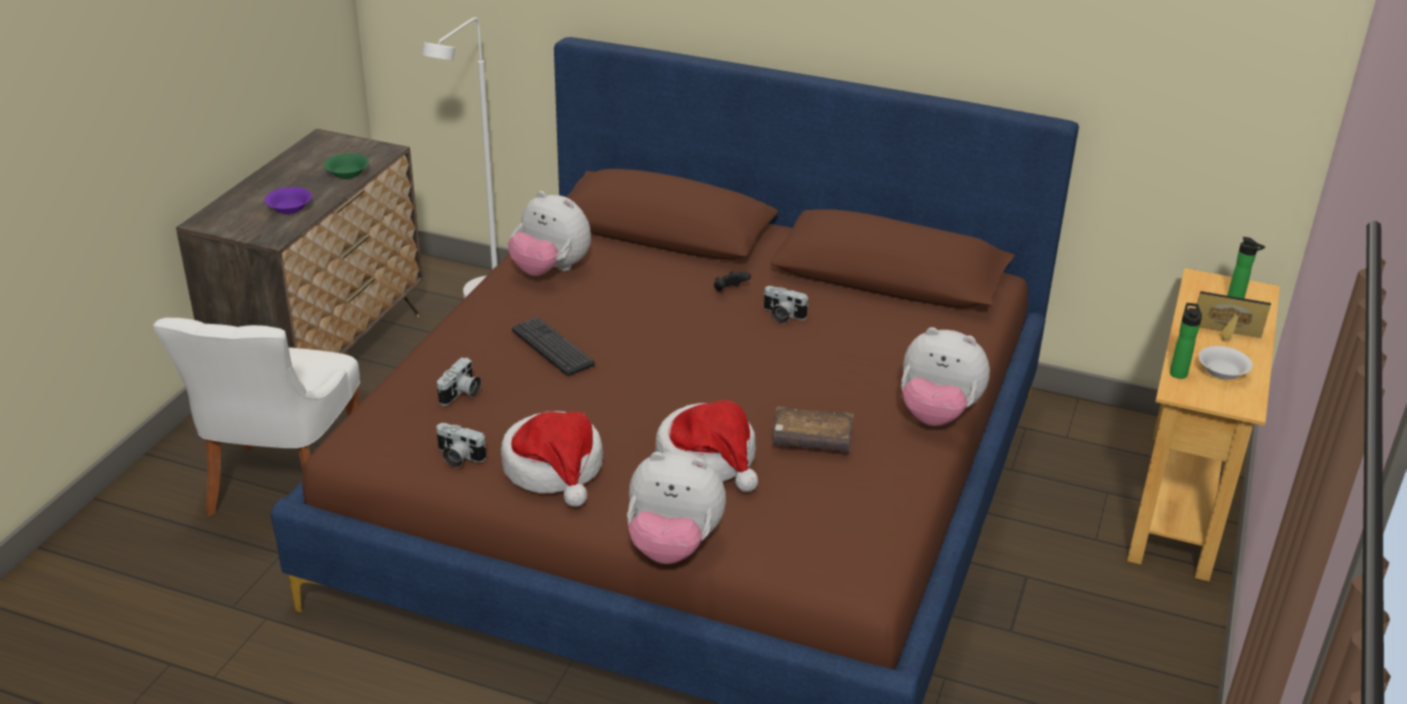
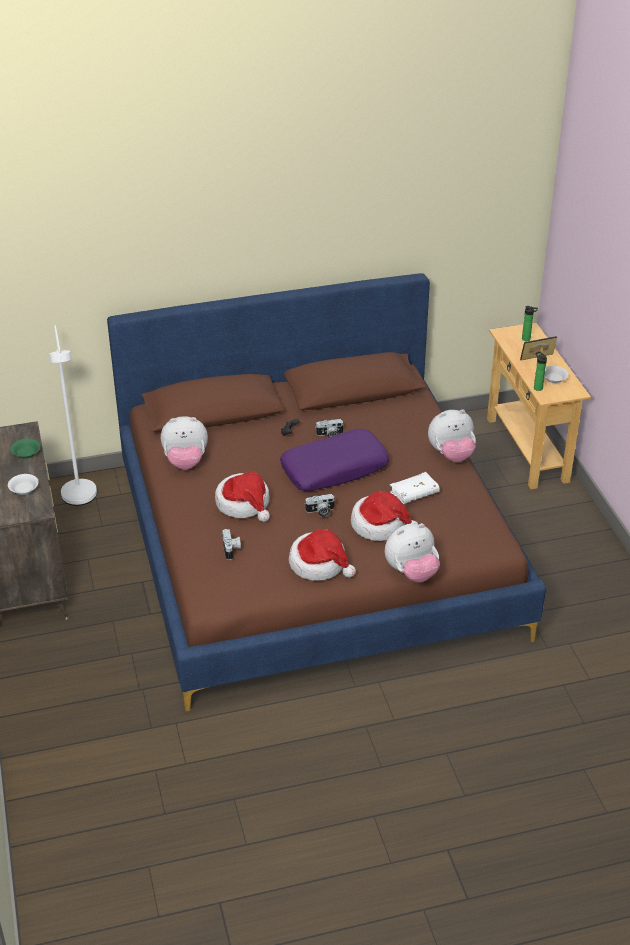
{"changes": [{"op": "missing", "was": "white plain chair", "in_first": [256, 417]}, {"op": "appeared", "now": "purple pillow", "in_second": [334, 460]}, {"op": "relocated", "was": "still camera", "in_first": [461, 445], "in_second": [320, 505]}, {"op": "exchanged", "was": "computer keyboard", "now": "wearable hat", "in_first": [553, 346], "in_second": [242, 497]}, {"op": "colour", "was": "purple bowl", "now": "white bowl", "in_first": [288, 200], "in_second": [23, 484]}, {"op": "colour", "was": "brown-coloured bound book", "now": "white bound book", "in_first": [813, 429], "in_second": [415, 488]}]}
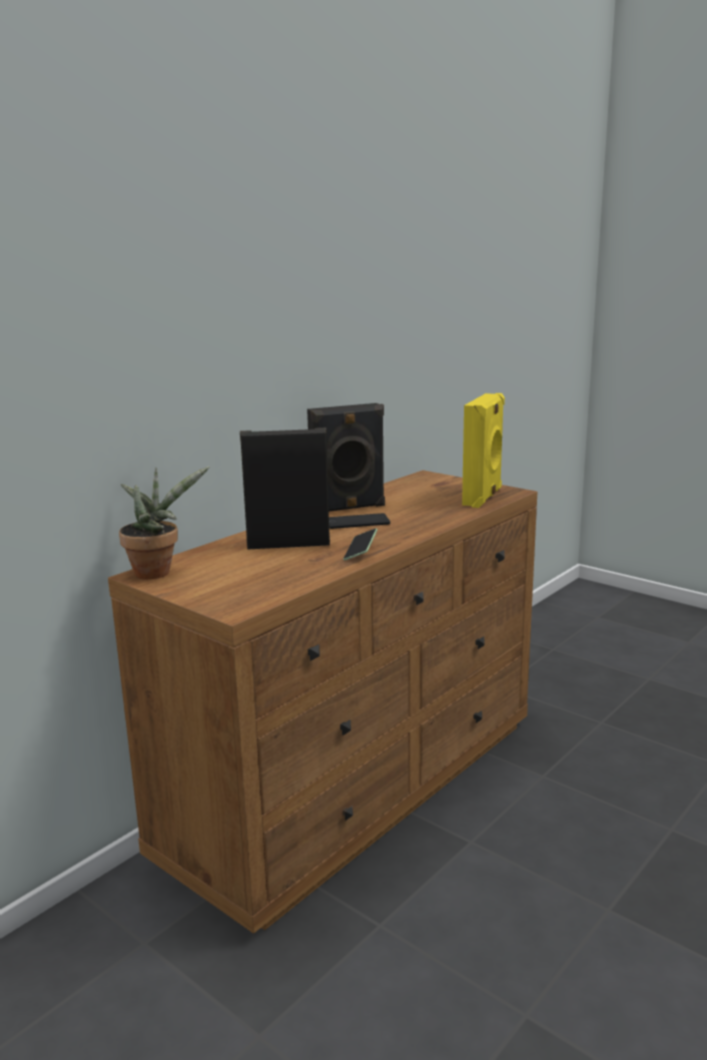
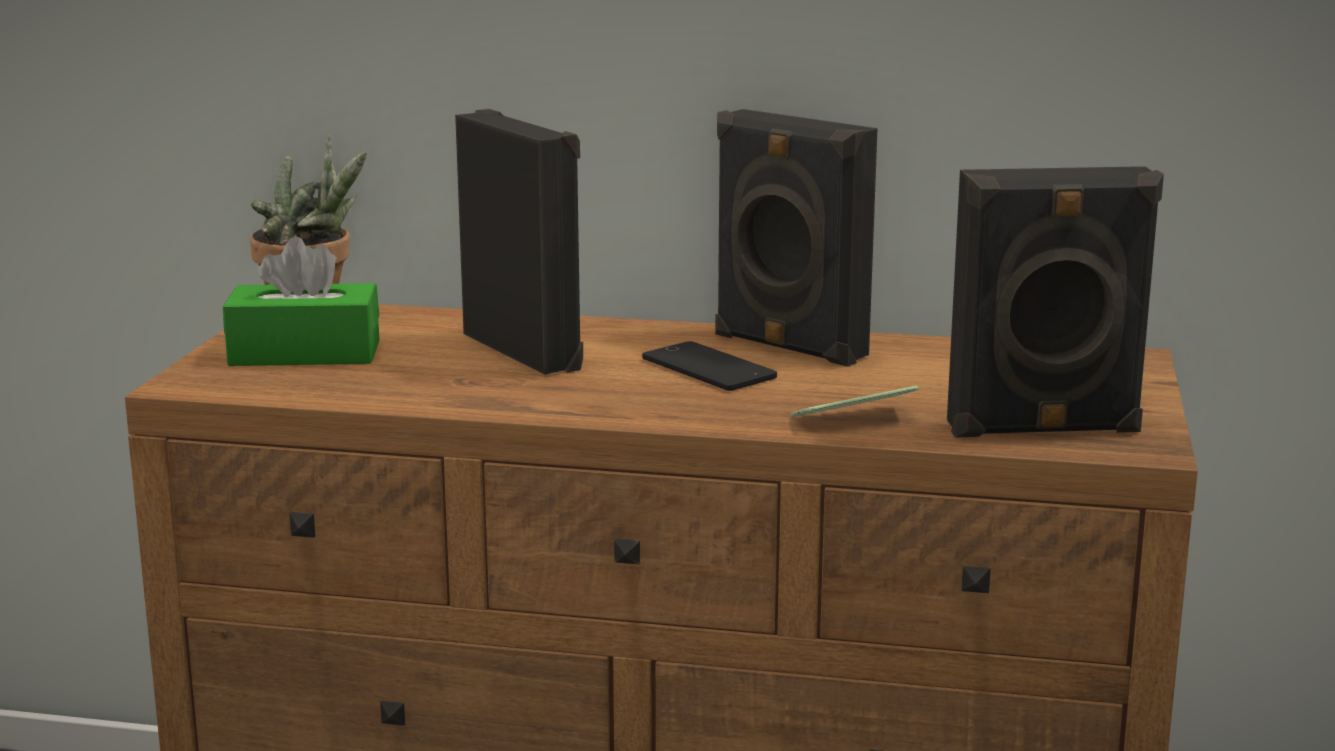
{"changes": [{"op": "appeared", "now": "greenish tissue holder", "in_second": [301, 301]}, {"op": "relocated", "was": "handset", "in_first": [360, 544], "in_second": [855, 401]}, {"op": "colour", "was": "yellow-coloured audio speaker", "now": "black audio speaker", "in_first": [483, 450], "in_second": [1055, 302]}]}
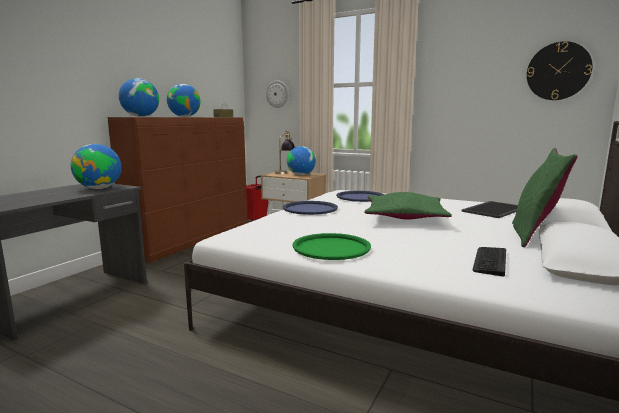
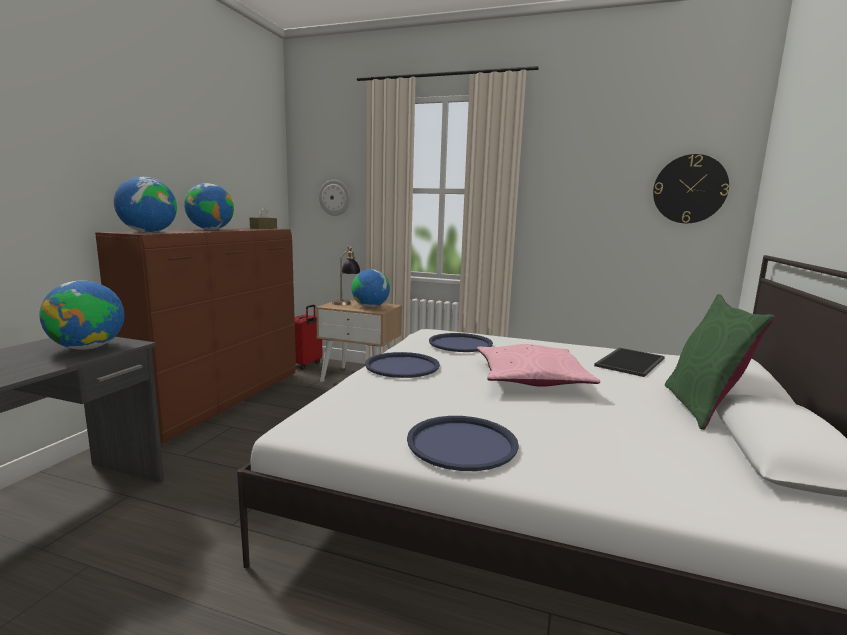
{"changes": [{"op": "missing", "was": "computer keyboard", "in_first": [489, 262]}, {"op": "colour", "was": "greenish carrying tray", "now": "bluish carrying tray", "in_first": [332, 246], "in_second": [463, 443]}, {"op": "colour", "was": "greenish pillow", "now": "pinkish pillow", "in_first": [408, 206], "in_second": [538, 365]}]}
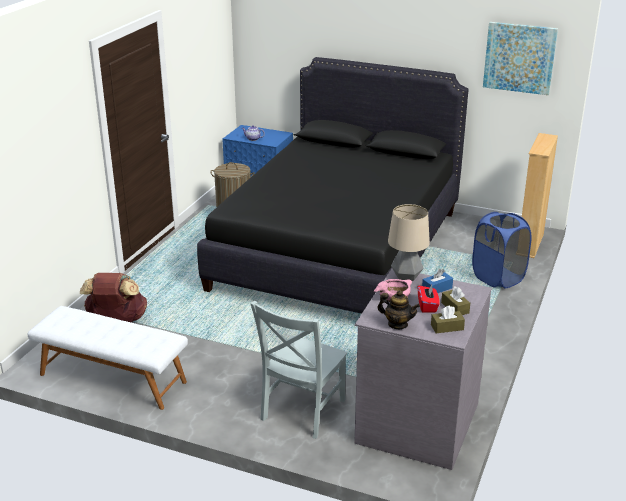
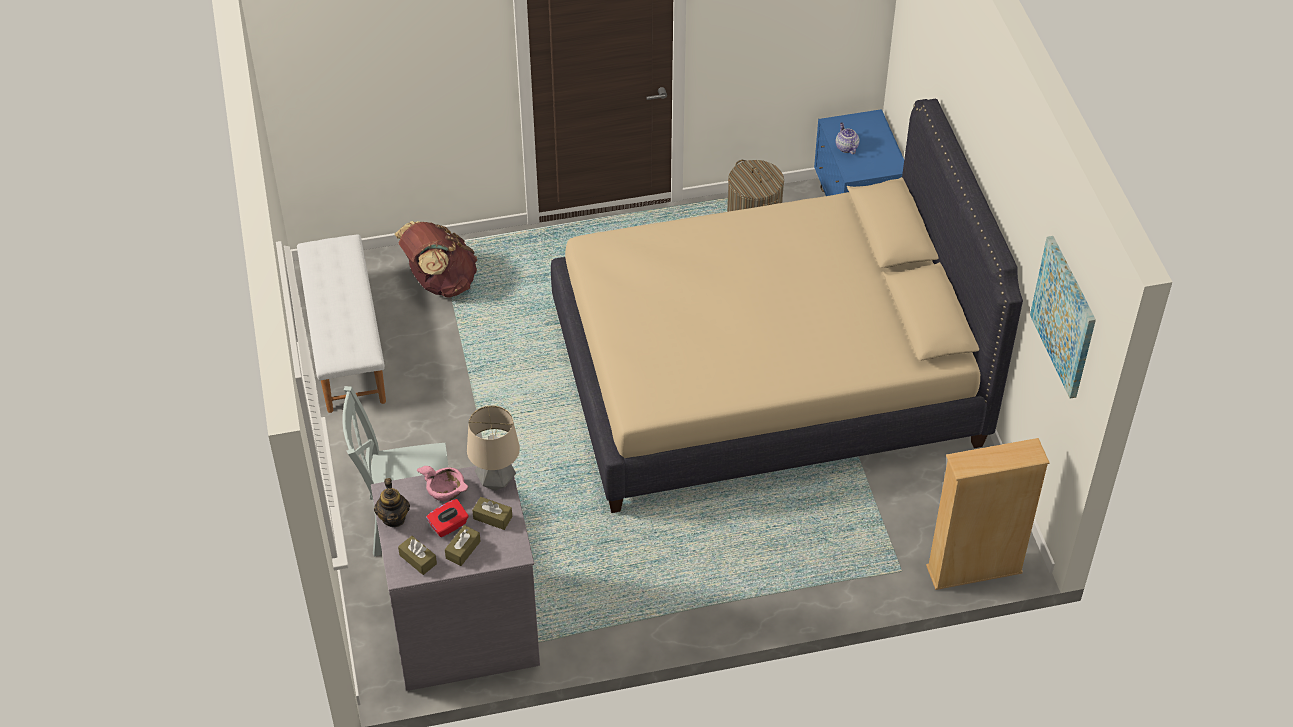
{"changes": [{"op": "missing", "was": "bluish laundry basket", "in_first": [502, 250]}, {"op": "colour", "was": "black sleeping bed", "now": "beige-coloured sleeping bed", "in_first": [333, 185], "in_second": [787, 306]}, {"op": "colour", "was": "bluish tissue holder", "now": "brown-coloured tissue holder", "in_first": [437, 281], "in_second": [492, 513]}]}
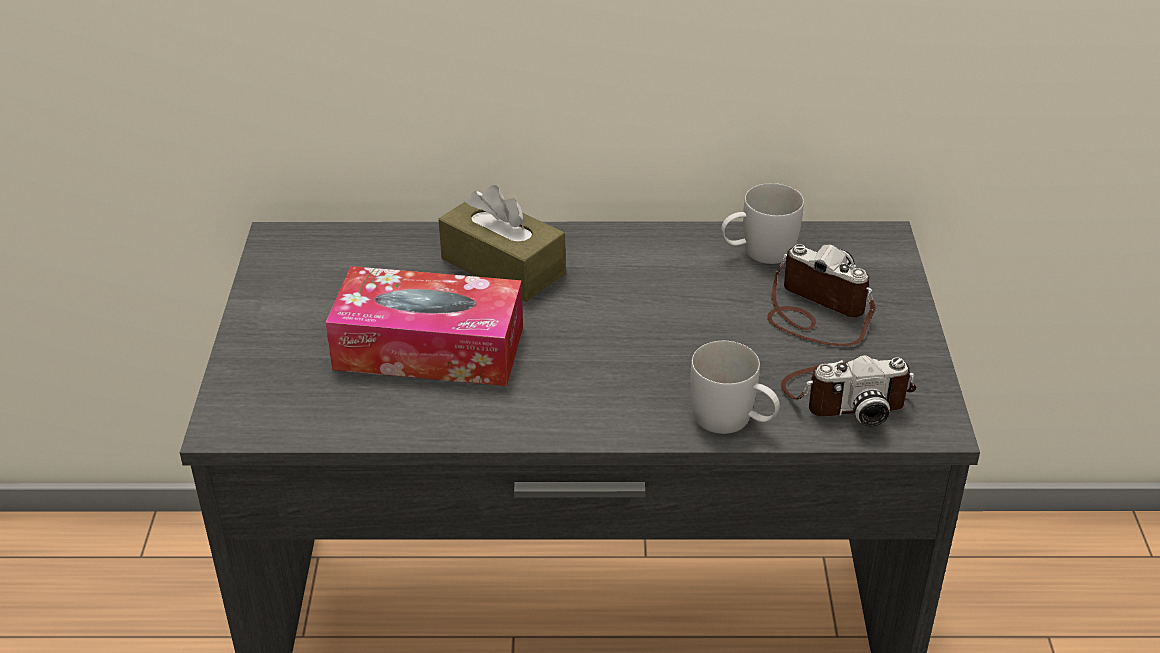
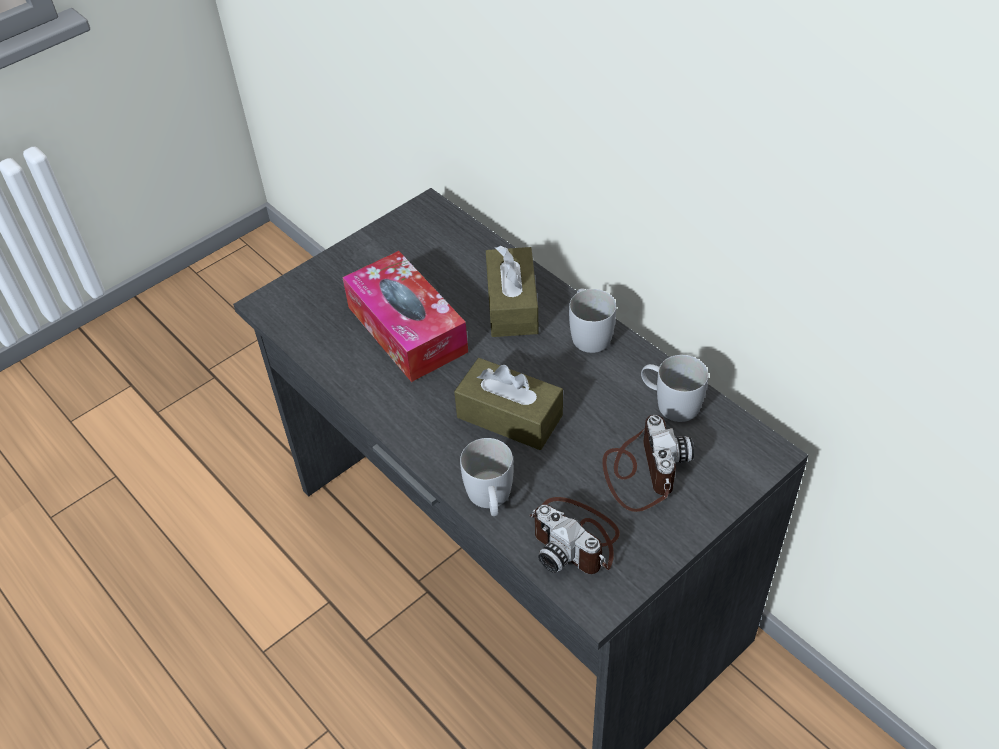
{"changes": [{"op": "appeared", "now": "brown-coloured tissue holder", "in_second": [508, 404]}, {"op": "appeared", "now": "white mug", "in_second": [592, 320]}]}
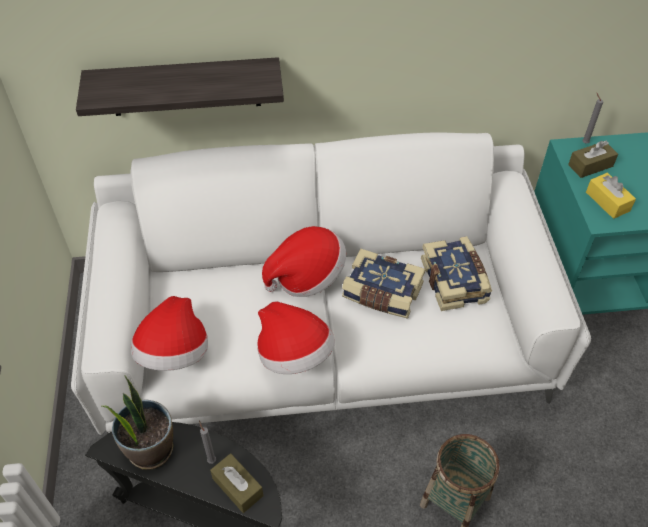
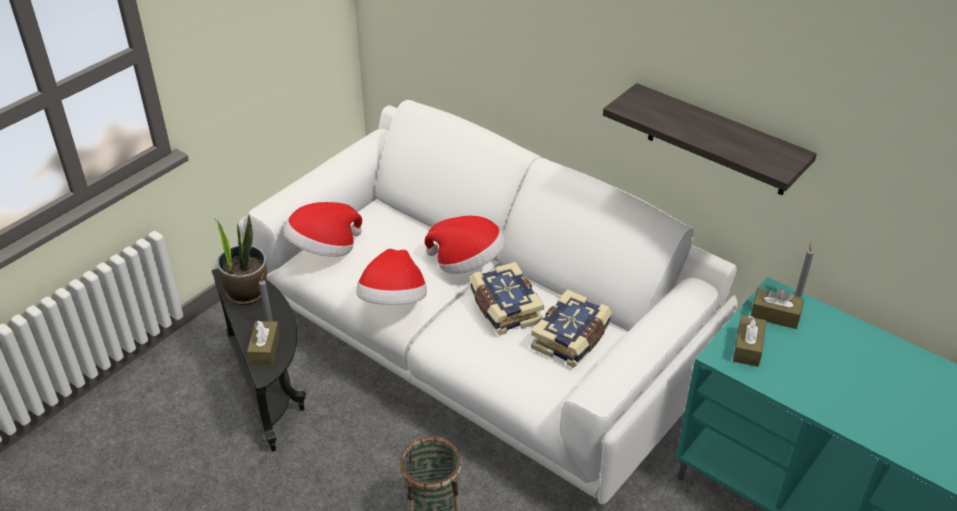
{"changes": [{"op": "relocated", "was": "wall shelf", "in_first": [180, 86], "in_second": [710, 139]}, {"op": "colour", "was": "yellow-coloured tissue holder", "now": "brown-coloured tissue holder", "in_first": [611, 196], "in_second": [750, 341]}]}
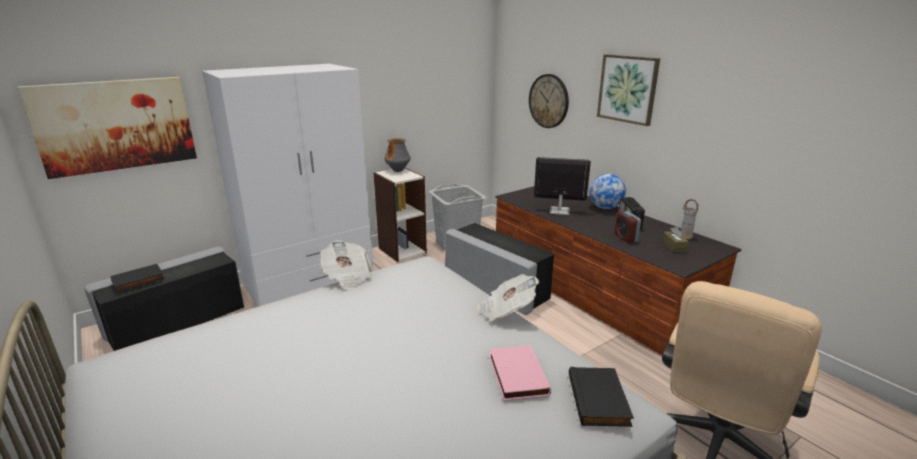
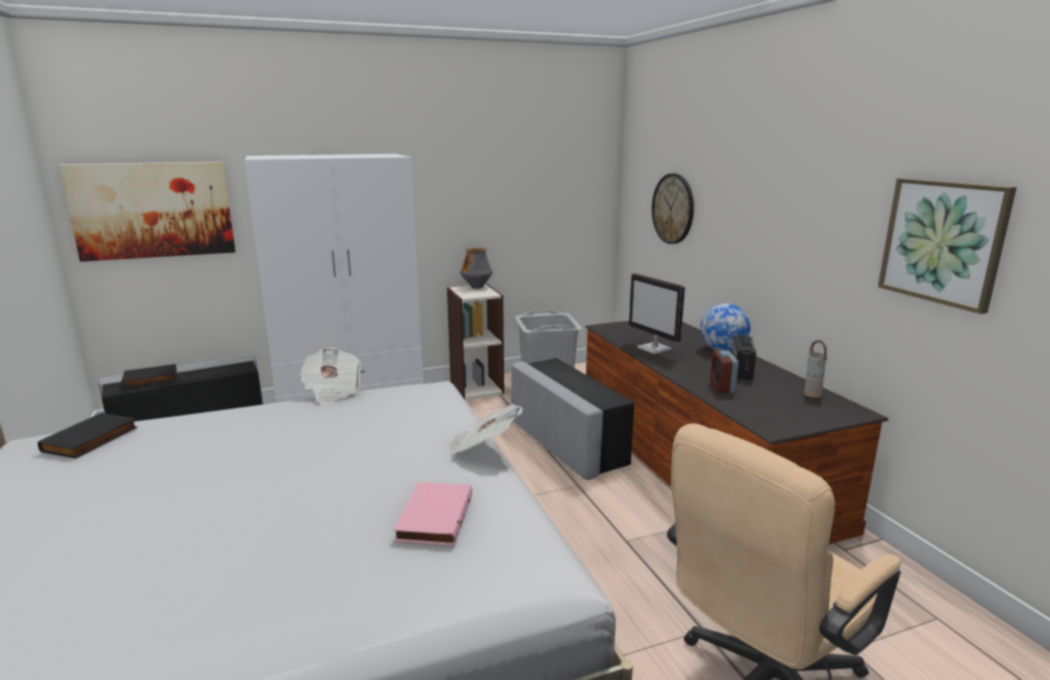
{"changes": [{"op": "missing", "was": "brown-coloured tissue holder", "in_first": [675, 239]}, {"op": "relocated", "was": "black bound book", "in_first": [601, 397], "in_second": [88, 436]}, {"op": "relocated", "was": "wall picture", "in_first": [628, 90], "in_second": [947, 246]}, {"op": "spun", "was": "computer screen", "in_first": [562, 186], "in_second": [657, 313], "clockwise": -150}]}
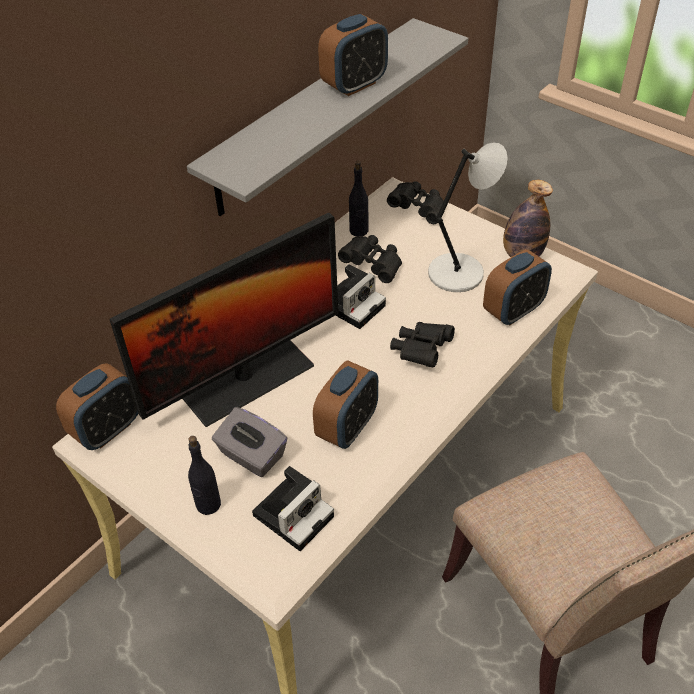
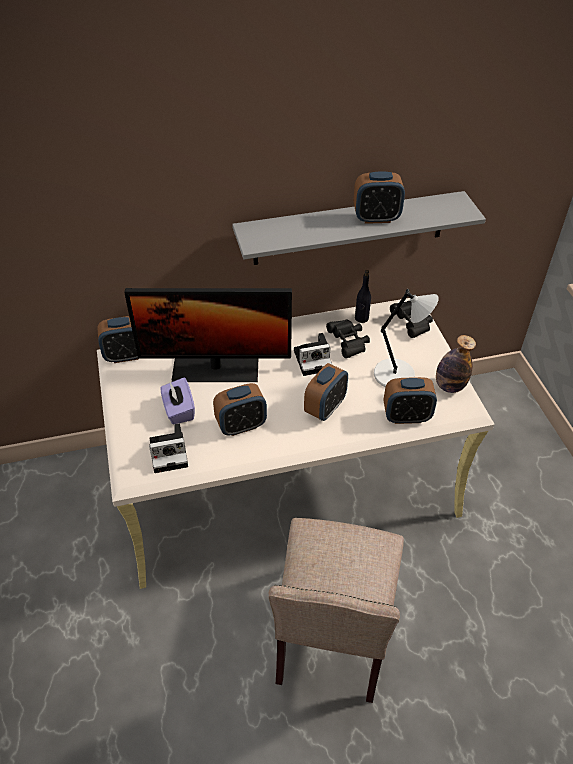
{"changes": [{"op": "missing", "was": "black bottle", "in_first": [204, 475]}, {"op": "exchanged", "was": "black binoculars", "now": "table clock", "in_first": [422, 344], "in_second": [326, 392]}, {"op": "colour", "was": "greyish tissue holder", "now": "purple tissue holder", "in_first": [249, 442], "in_second": [178, 401]}]}
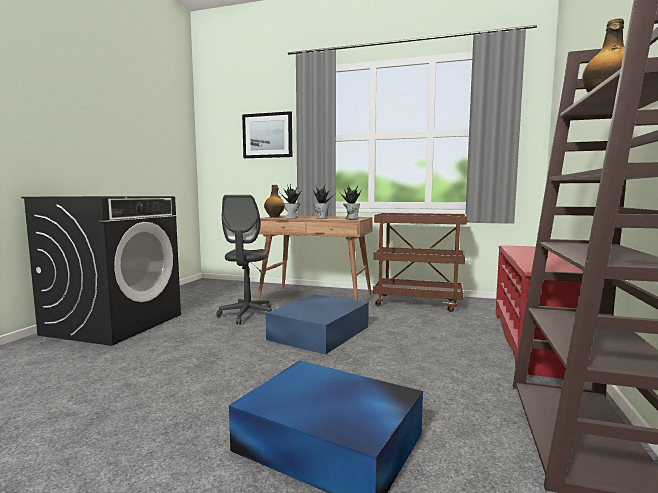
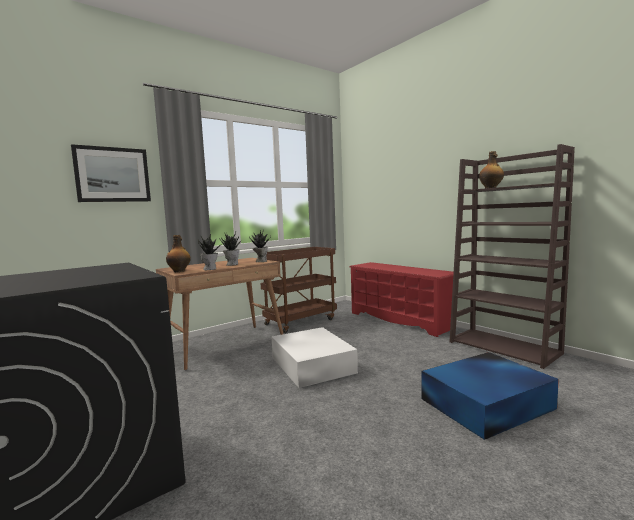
{"changes": [{"op": "missing", "was": "greyish desk chair", "in_first": [244, 260]}, {"op": "colour", "was": "bluish storage bin", "now": "white storage bin", "in_first": [317, 324], "in_second": [315, 357]}]}
